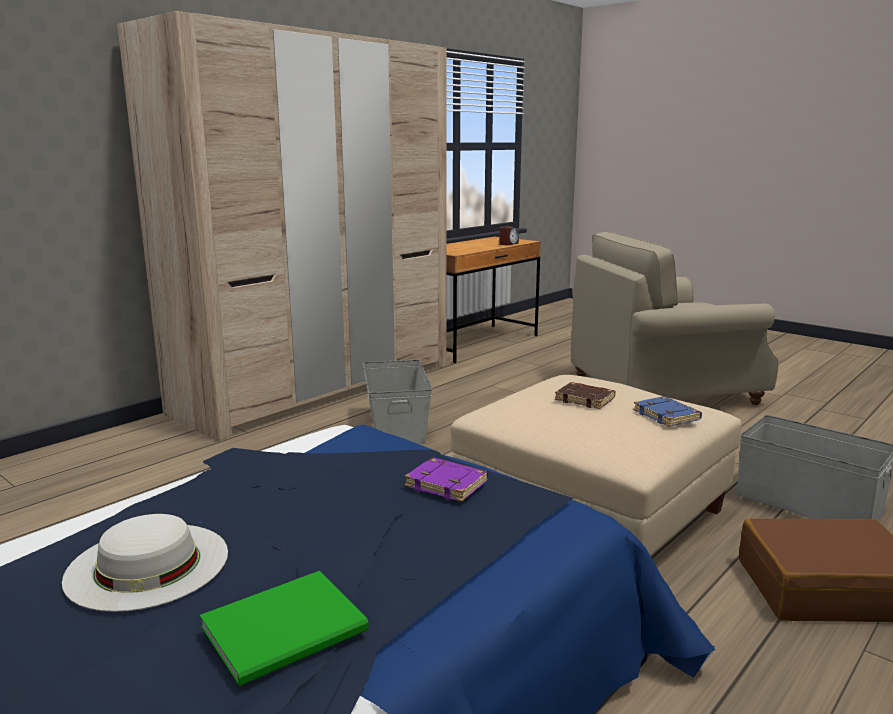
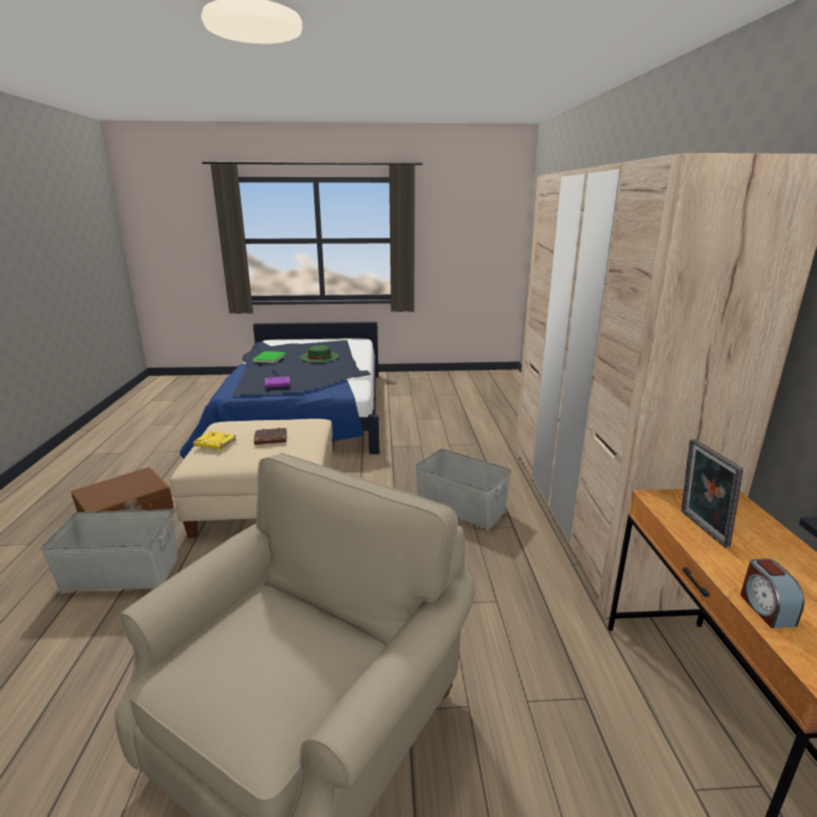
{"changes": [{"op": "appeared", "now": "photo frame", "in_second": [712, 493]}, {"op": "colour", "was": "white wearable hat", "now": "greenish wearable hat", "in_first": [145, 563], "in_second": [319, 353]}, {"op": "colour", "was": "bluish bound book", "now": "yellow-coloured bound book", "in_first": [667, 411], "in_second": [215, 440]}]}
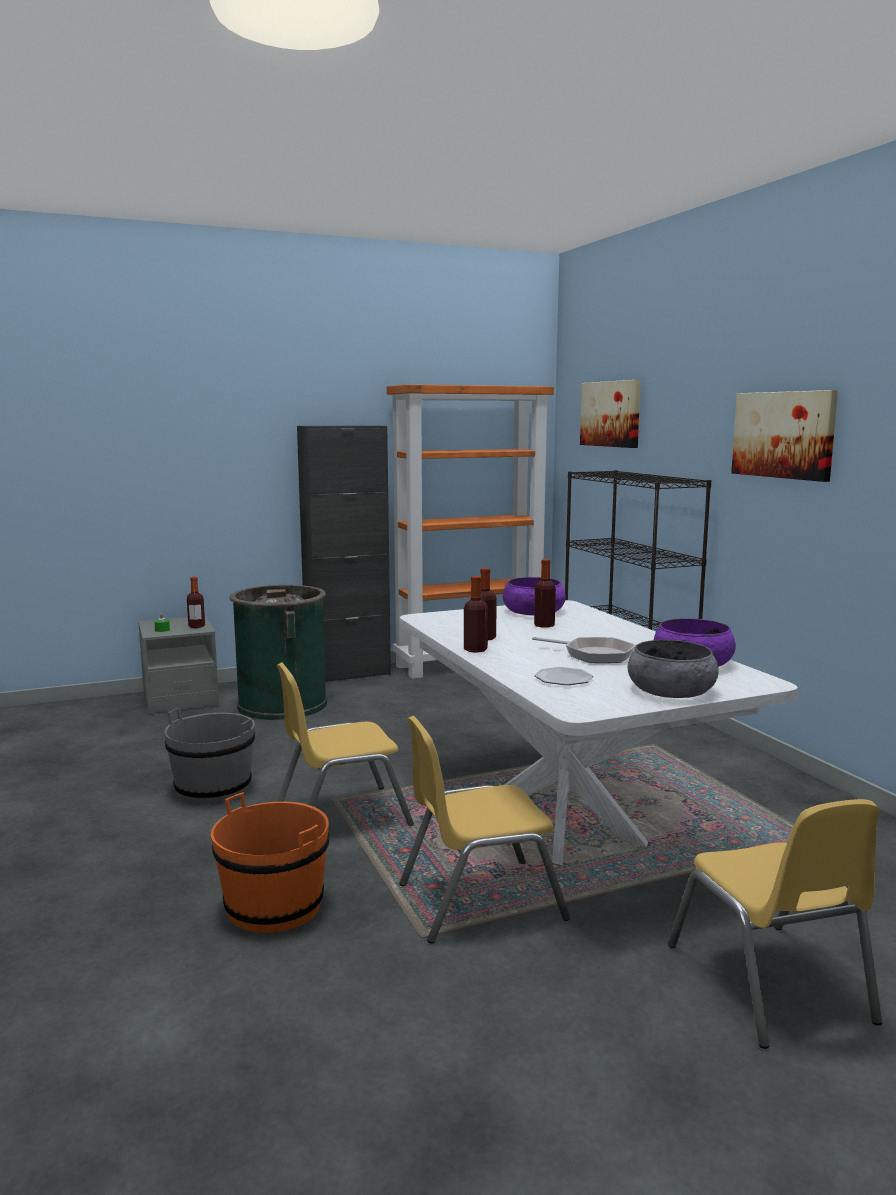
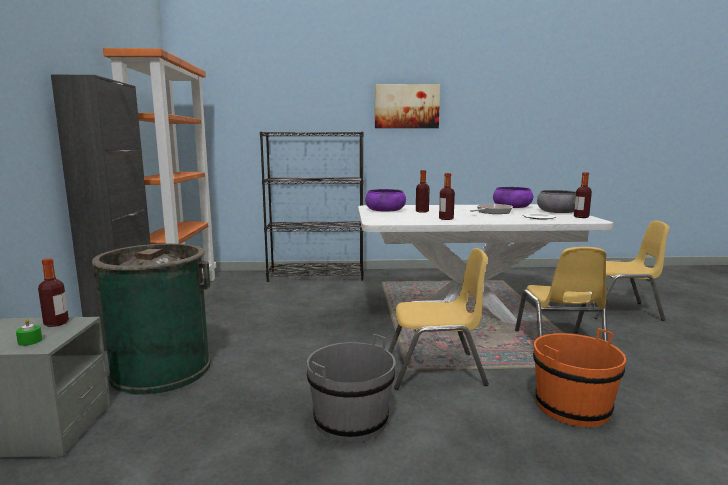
{"changes": [{"op": "missing", "was": "wall picture", "in_first": [610, 414]}, {"op": "relocated", "was": "bottle", "in_first": [476, 614], "in_second": [583, 195]}, {"op": "spun", "was": "yellow-coloured plain chair", "in_first": [345, 744], "in_second": [438, 319], "clockwise": -90}]}
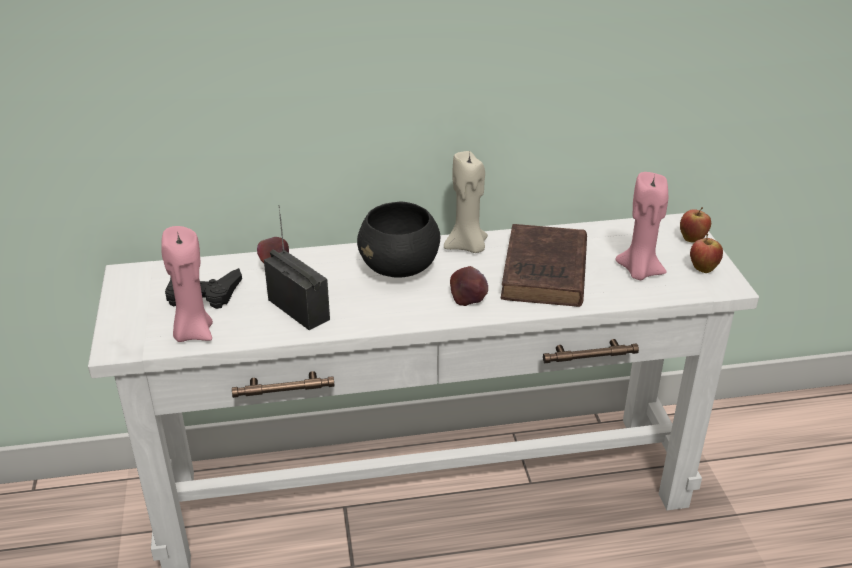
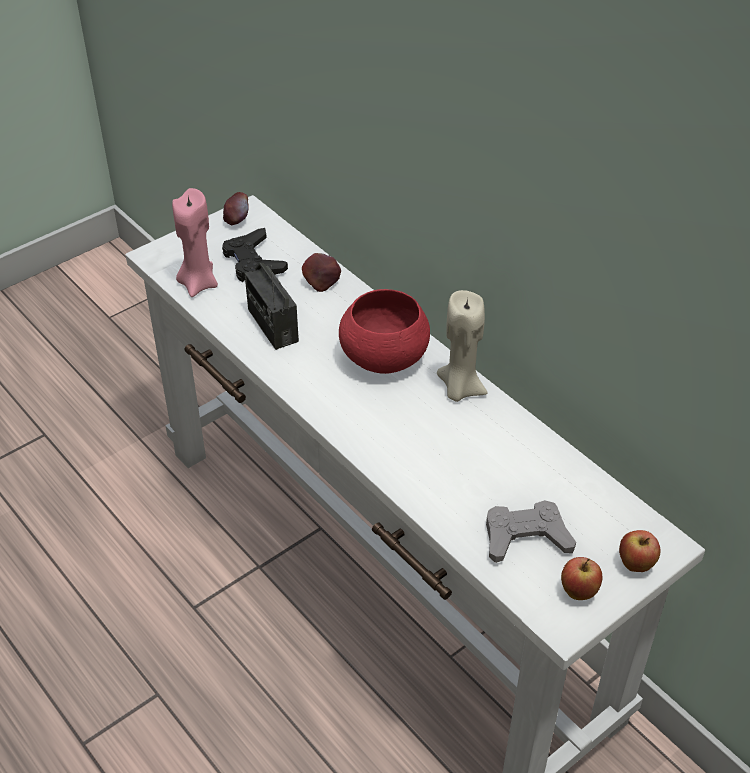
{"changes": [{"op": "missing", "was": "brown-coloured bound book", "in_first": [544, 265]}, {"op": "relocated", "was": "apple fruit", "in_first": [469, 286], "in_second": [236, 209]}, {"op": "exchanged", "was": "pinkish wax light", "now": "greyish game controller", "in_first": [641, 226], "in_second": [531, 531]}, {"op": "colour", "was": "black bowl", "now": "red-coloured bowl", "in_first": [399, 240], "in_second": [384, 331]}, {"op": "spun", "was": "radio receiver", "in_first": [297, 267], "in_second": [272, 306], "clockwise": 135}]}
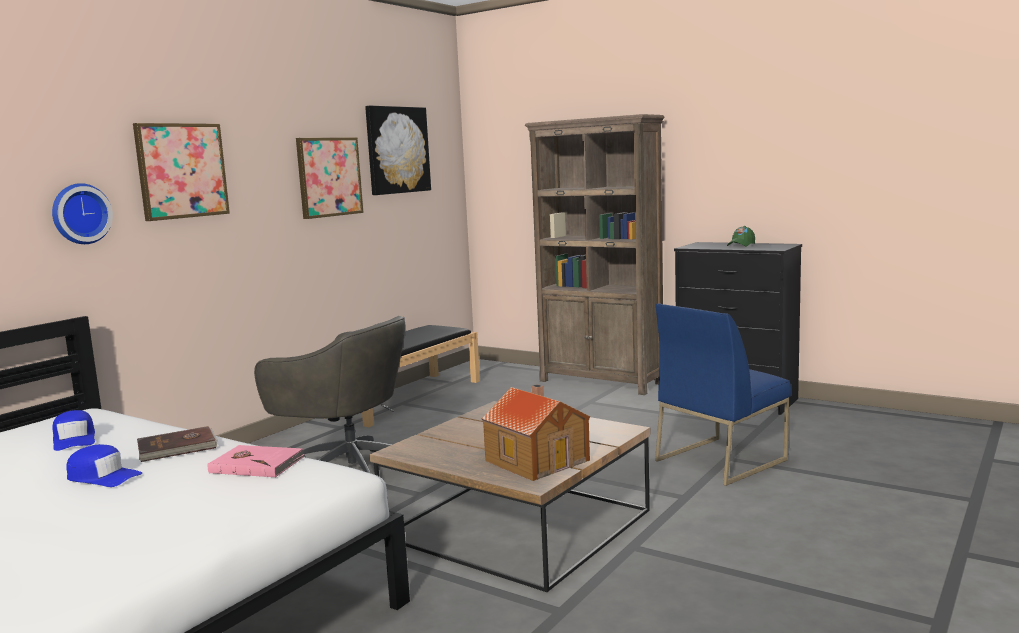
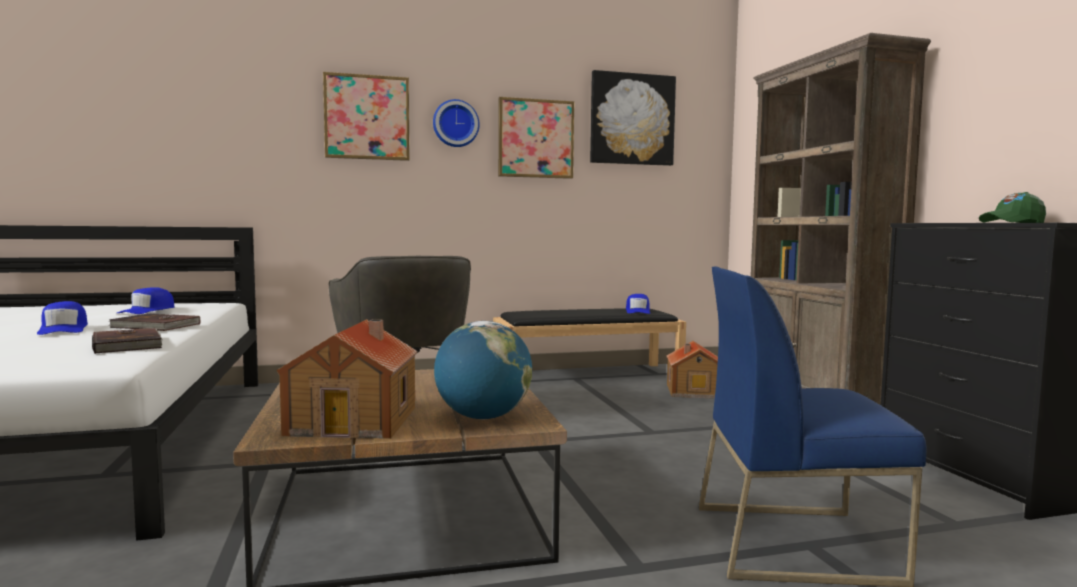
{"changes": [{"op": "appeared", "now": "world globe", "in_second": [483, 370]}, {"op": "appeared", "now": "bluish peaked cap", "in_second": [638, 304]}, {"op": "appeared", "now": "model house", "in_second": [692, 370]}, {"op": "relocated", "was": "hanging clock", "in_first": [82, 213], "in_second": [456, 123]}, {"op": "colour", "was": "pinkish bound book", "now": "brown-coloured bound book", "in_first": [256, 461], "in_second": [127, 341]}]}
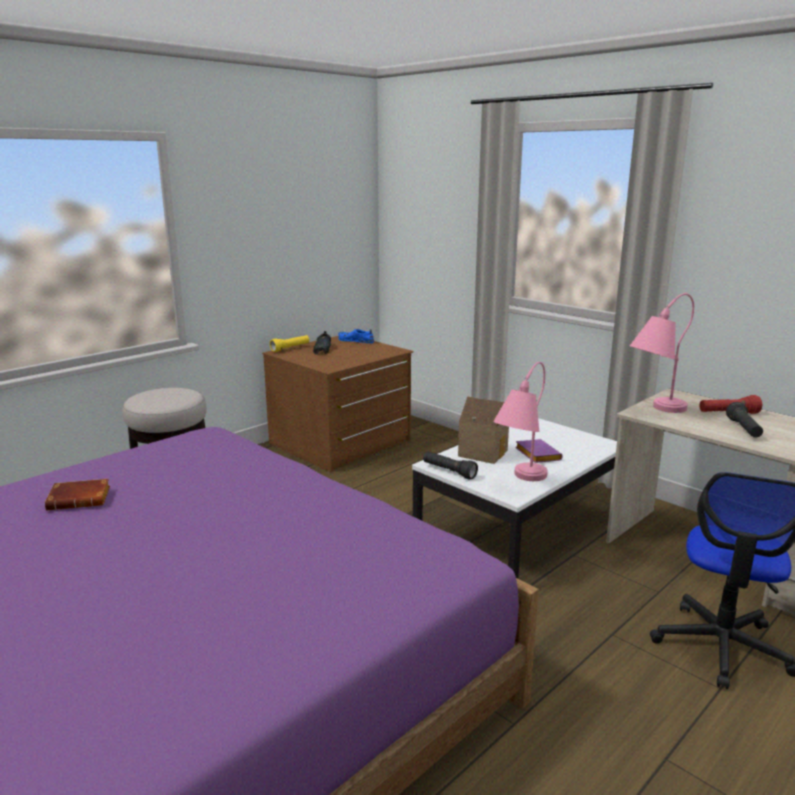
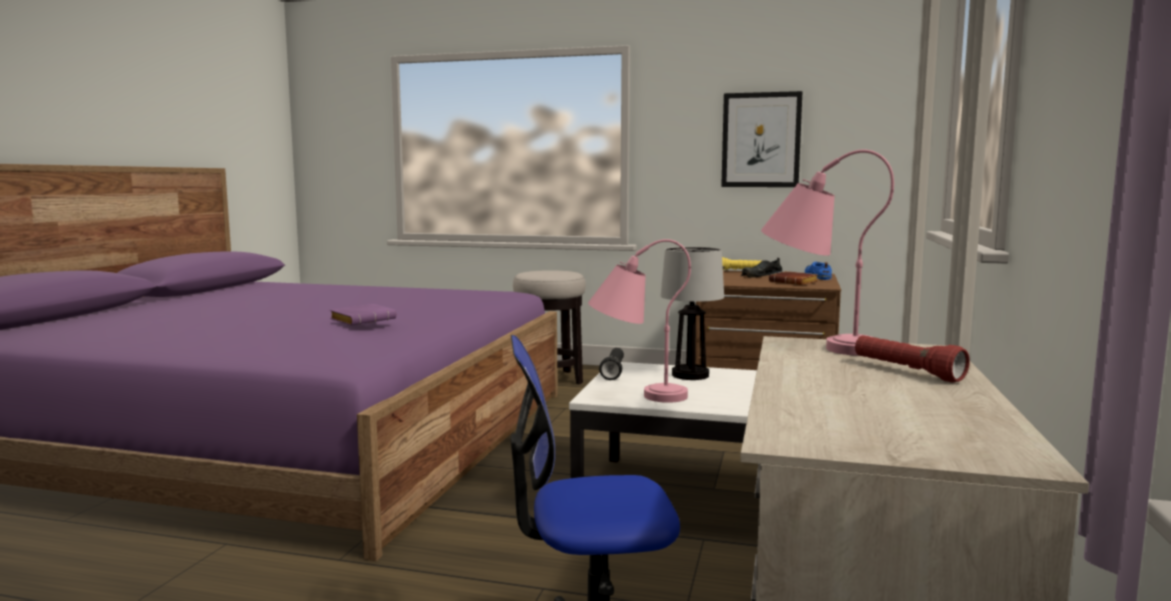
{"changes": [{"op": "missing", "was": "black hand torch", "in_first": [744, 420]}, {"op": "appeared", "now": "wall picture", "in_second": [762, 139]}, {"op": "relocated", "was": "brown-coloured bound book", "in_first": [77, 494], "in_second": [793, 278]}, {"op": "relocated", "was": "purple bound book", "in_first": [539, 451], "in_second": [363, 314]}, {"op": "exchanged", "was": "model house", "now": "lamp for a table", "in_first": [483, 430], "in_second": [692, 313]}]}
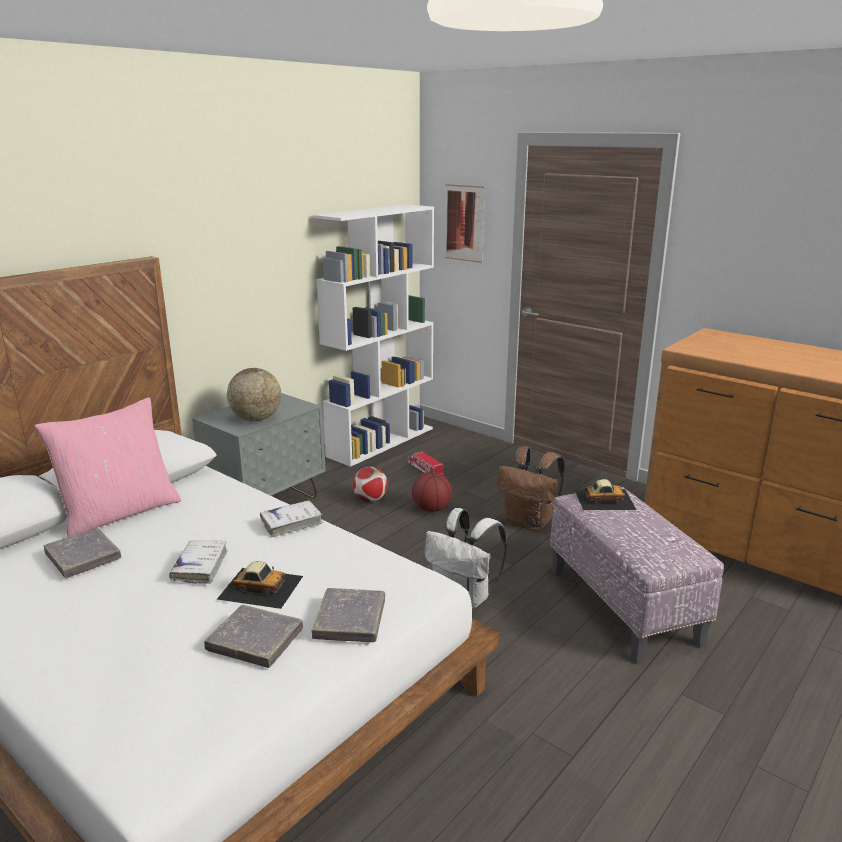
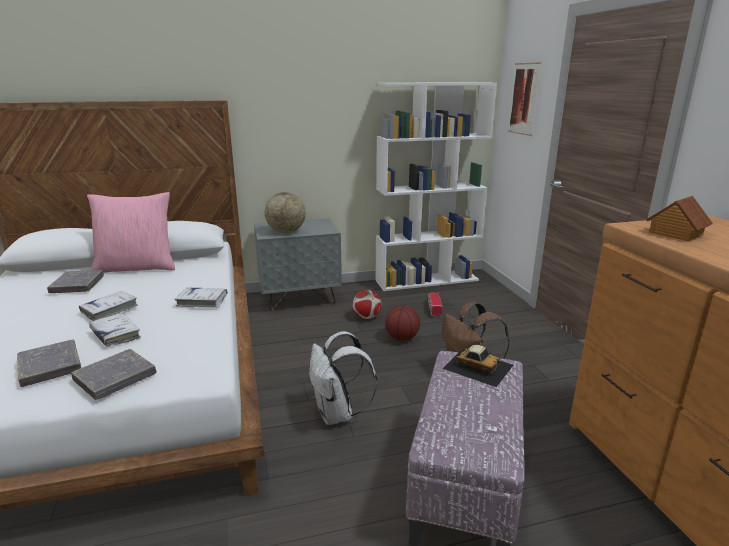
{"changes": [{"op": "appeared", "now": "model house", "in_second": [679, 218]}, {"op": "exchanged", "was": "toy car", "now": "white bound book", "in_first": [260, 585], "in_second": [115, 330]}]}
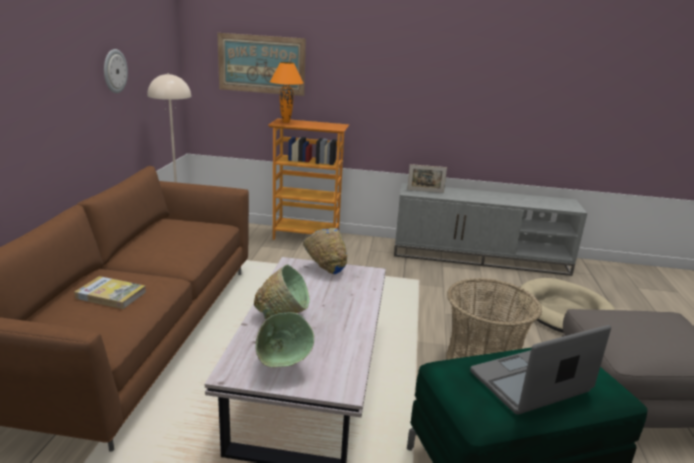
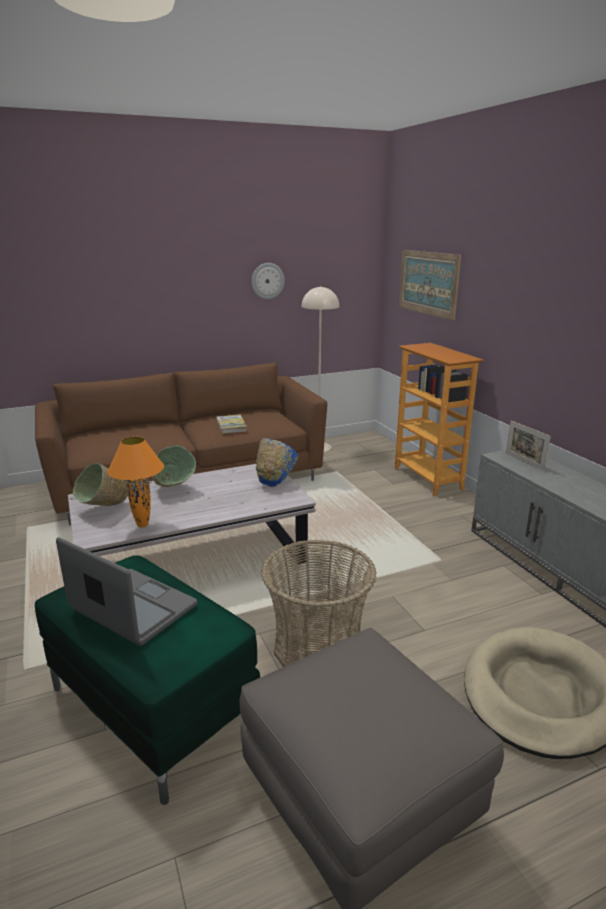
{"changes": [{"op": "relocated", "was": "bound book", "in_first": [110, 292], "in_second": [231, 424]}, {"op": "relocated", "was": "orangey lamp for a table", "in_first": [286, 92], "in_second": [136, 482]}]}
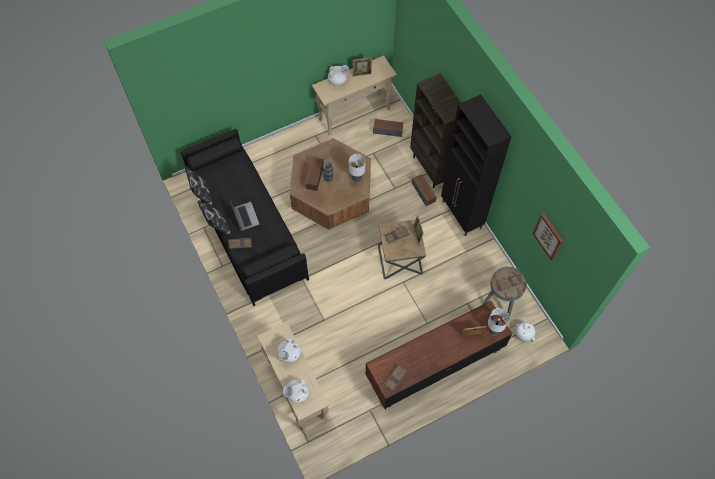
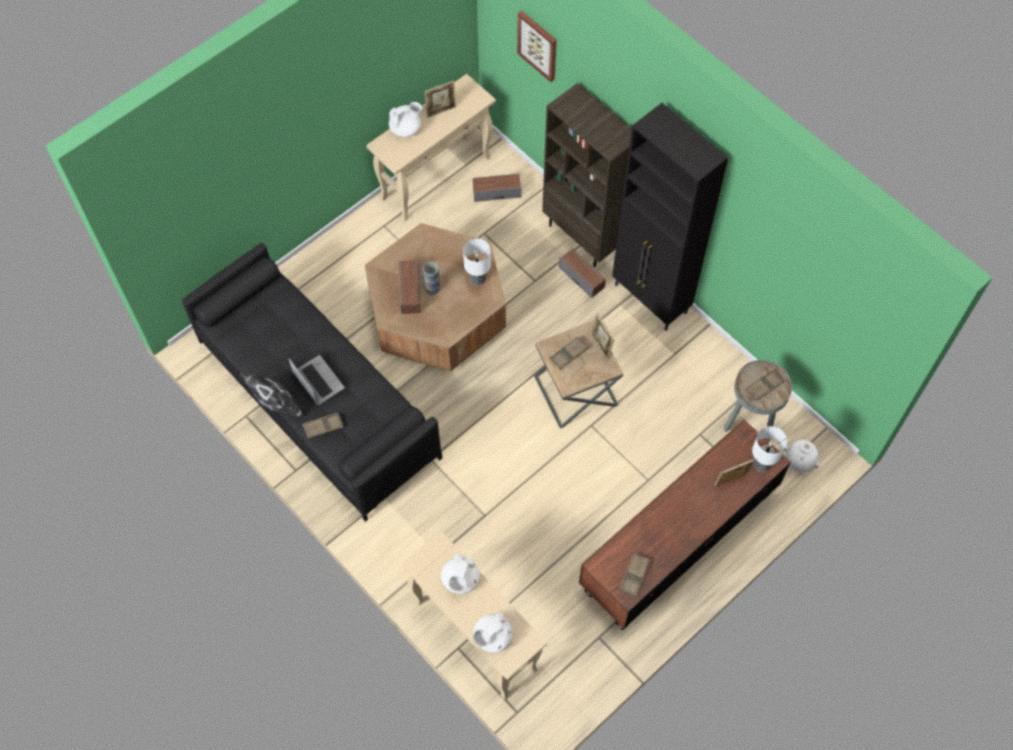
{"changes": [{"op": "missing", "was": "pillow", "in_first": [199, 186]}, {"op": "relocated", "was": "wall picture", "in_first": [548, 237], "in_second": [537, 46]}]}
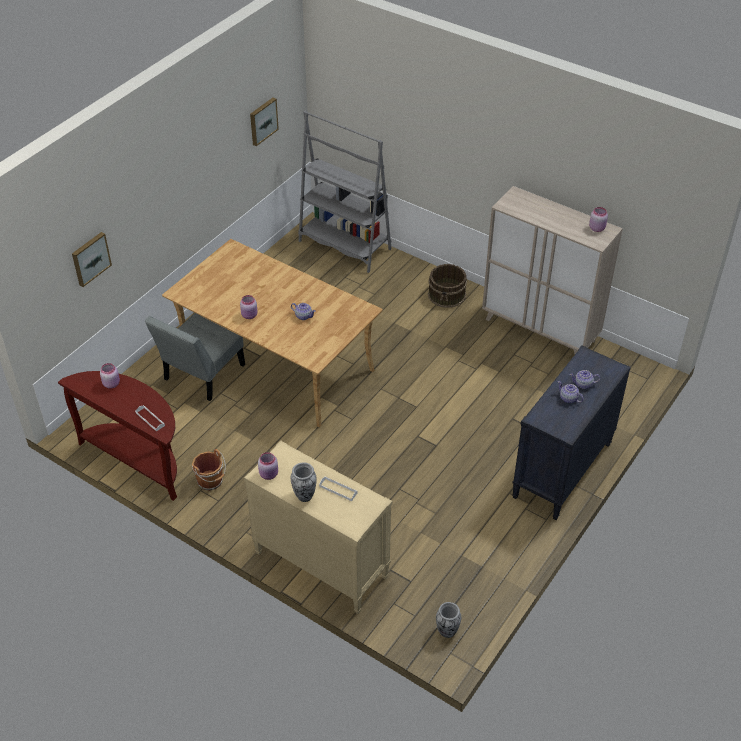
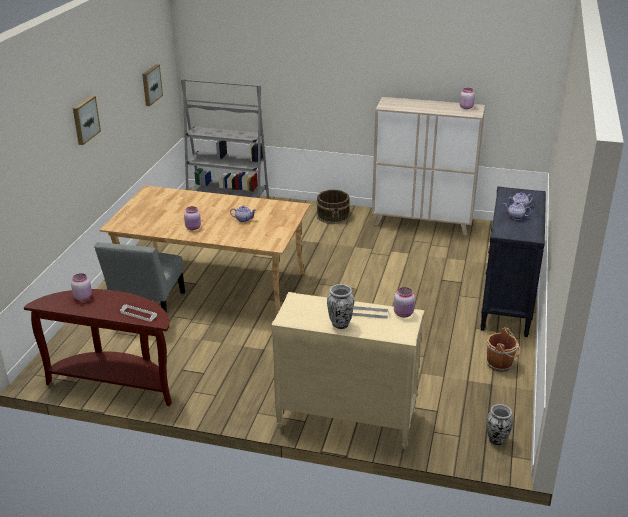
{"changes": [{"op": "relocated", "was": "wall picture", "in_first": [92, 259], "in_second": [87, 120]}, {"op": "relocated", "was": "brown-coloured water bucket", "in_first": [209, 470], "in_second": [503, 350]}, {"op": "relocated", "was": "pinkish preserve jar", "in_first": [268, 466], "in_second": [404, 302]}]}
